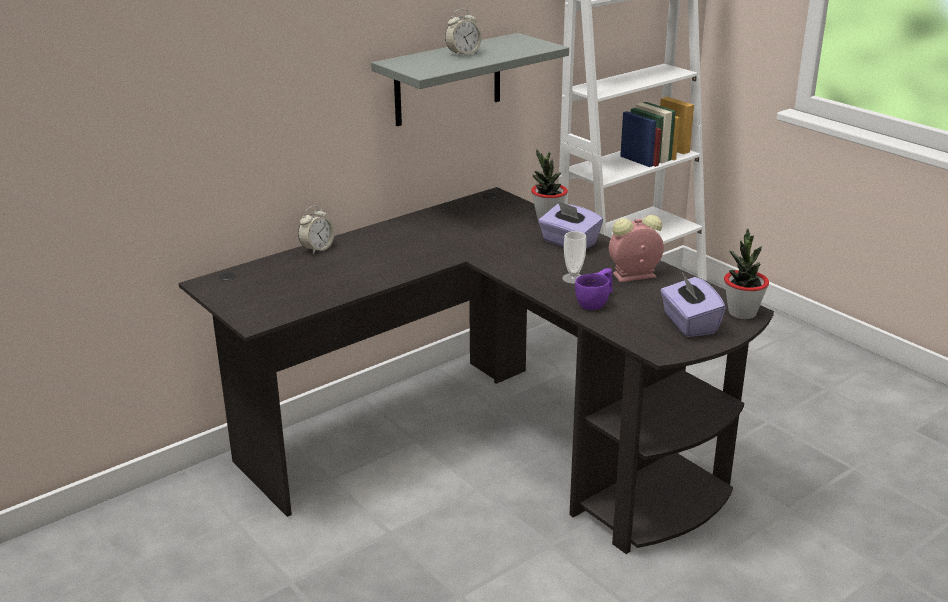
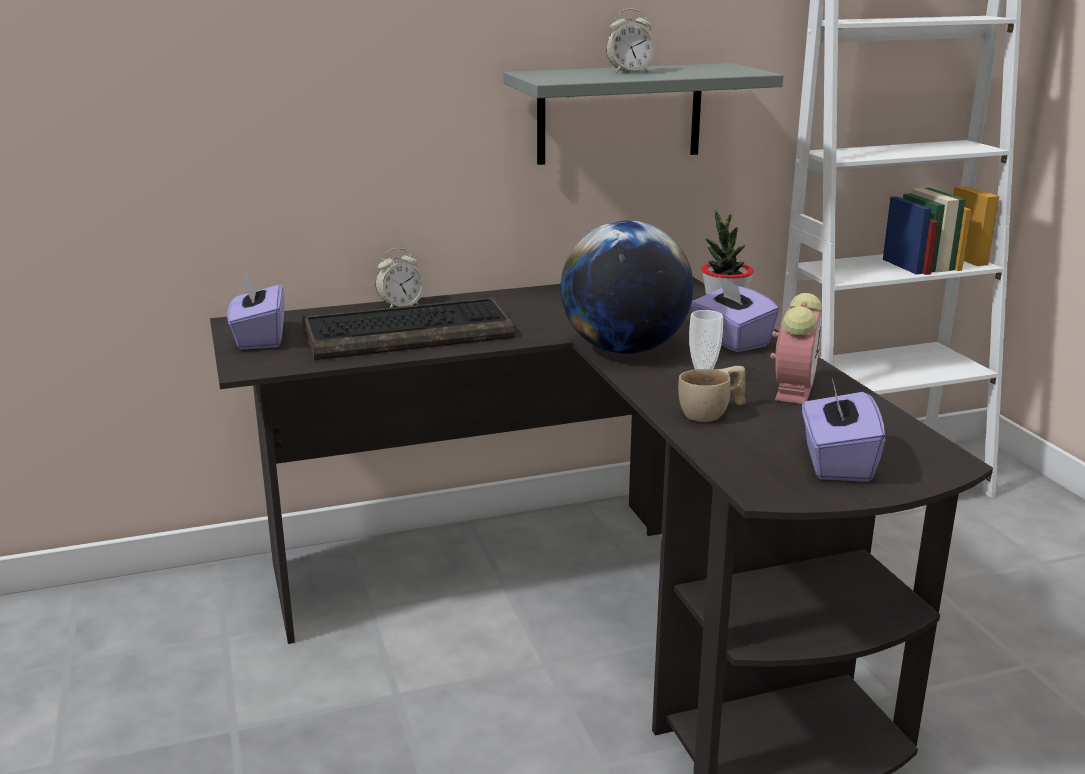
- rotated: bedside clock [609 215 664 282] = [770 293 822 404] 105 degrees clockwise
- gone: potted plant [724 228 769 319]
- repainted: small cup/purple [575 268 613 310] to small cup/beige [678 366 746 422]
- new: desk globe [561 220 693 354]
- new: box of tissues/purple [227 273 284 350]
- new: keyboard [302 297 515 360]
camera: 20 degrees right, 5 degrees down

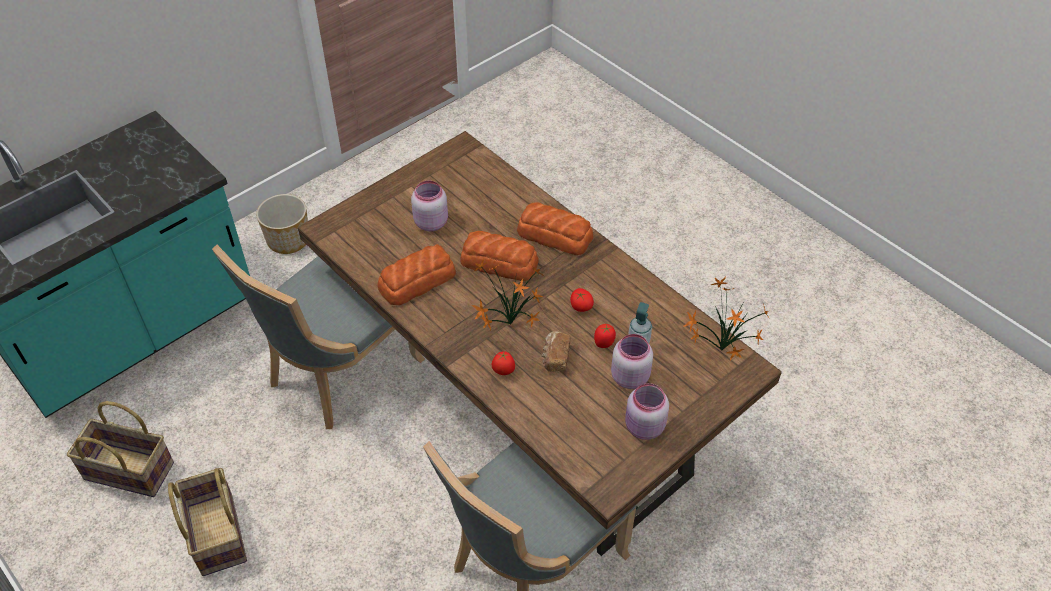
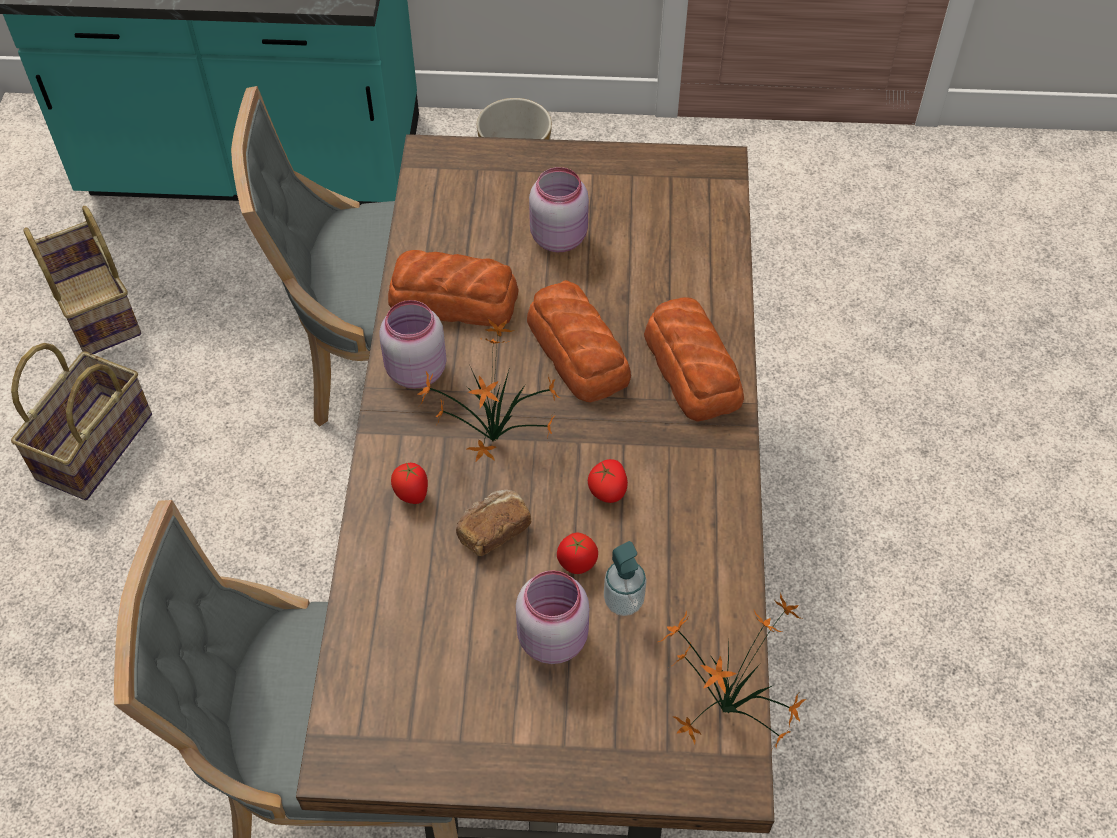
- shifted: jar/pinkish [625 383 669 440] to [379 300 446 389]
camera: 45 degrees right, 5 degrees up

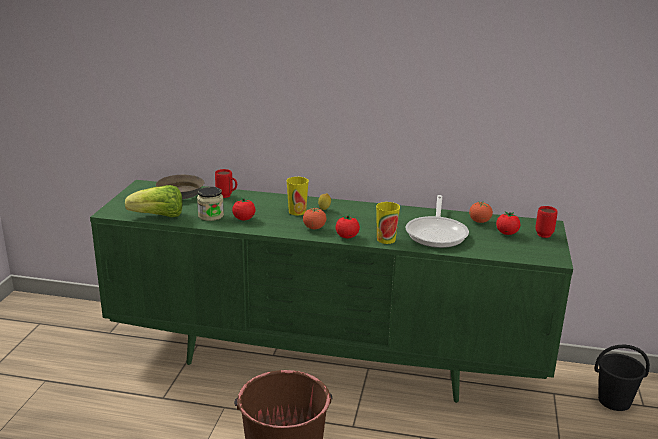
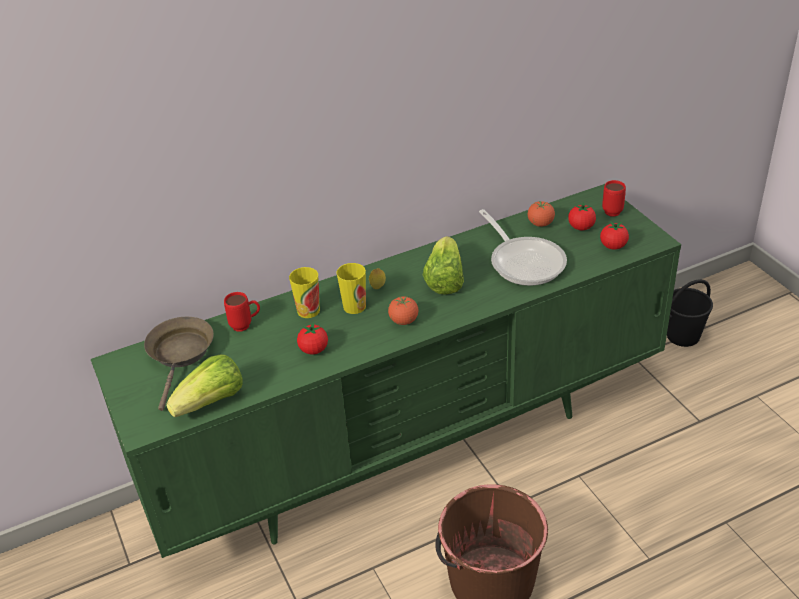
- gone: jar [197 187 224 221]
- shifted: small cup [376 202 400 244] to [289 267 320 318]
- shifted: fresh tomato [335 214 360 238] to [600 221 629 250]
- new: head of lettuce [423 236 464 295]
camera: 35 degrees left, 15 degrees up

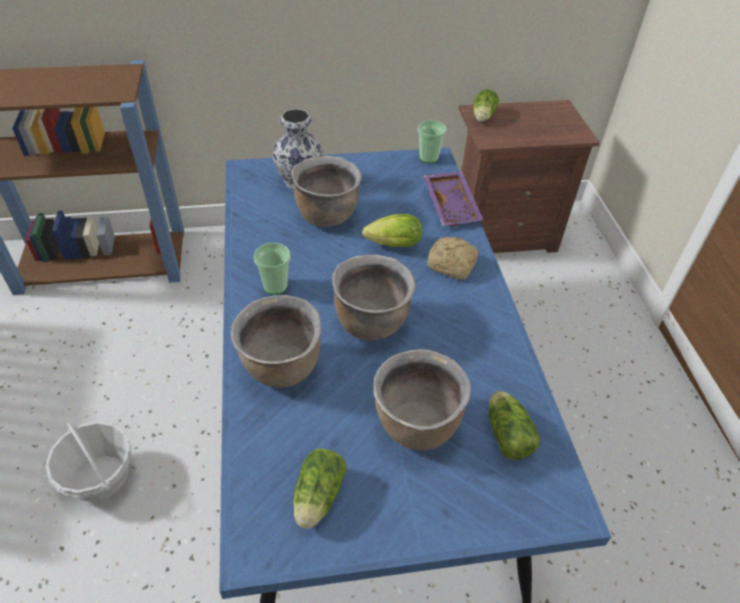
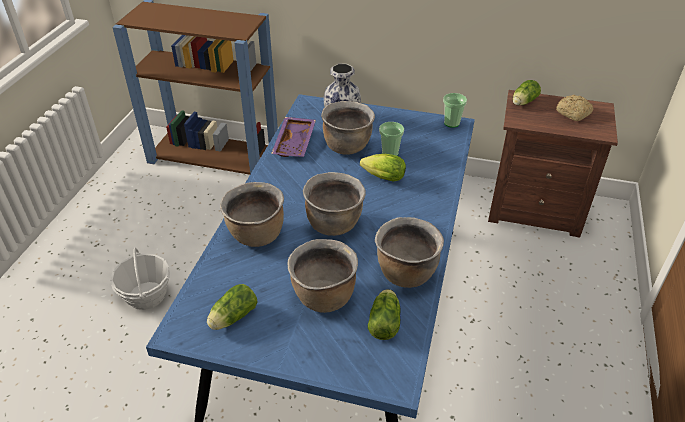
- shifted: tray/purple [424 171 483 226] to [271 117 316 157]
- shifted: bakery bread [427 236 479 280] to [556 95 594 121]
- shifted: small cup [254 243 291 295] to [379 122 404 156]
- new: saucepot/brown-coloured [375 217 444 288]
camera: 25 degrees right, 5 degrees down

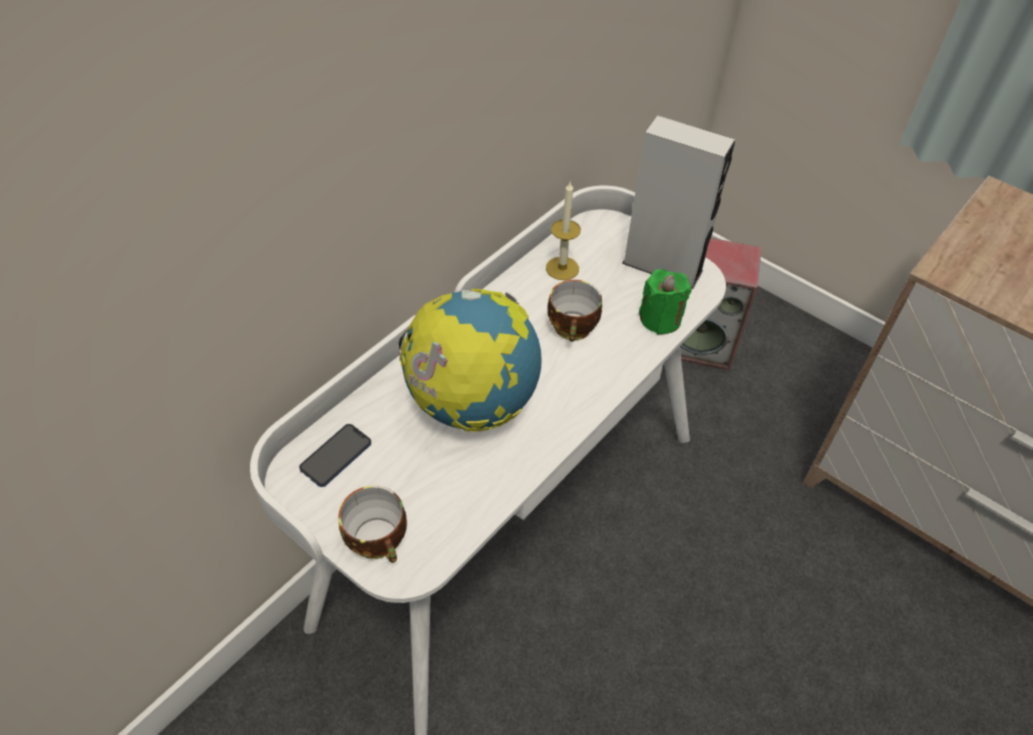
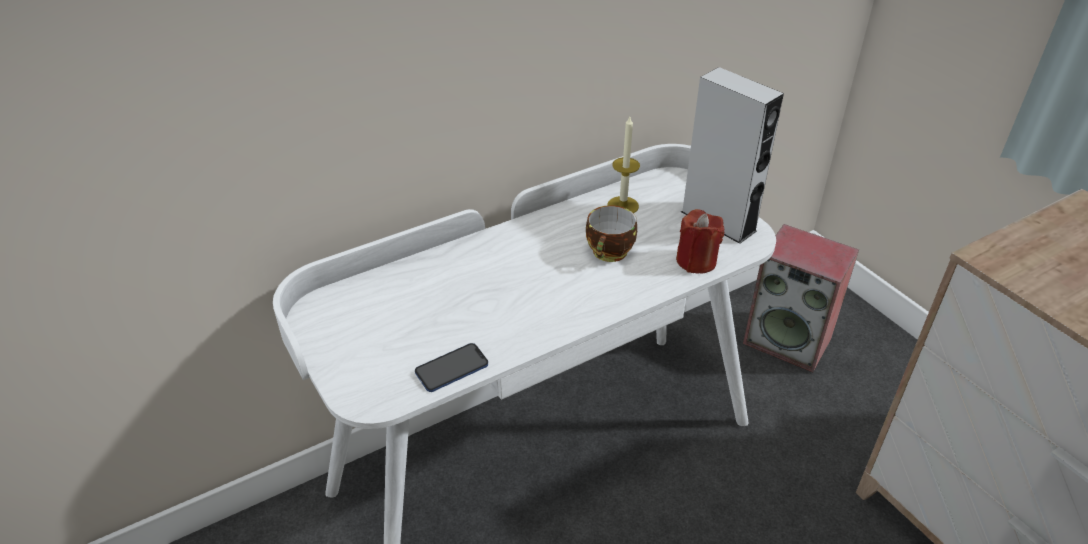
- repainted: wax candle/green-coloured [639 269 692 335] to wax candle/red [676 209 725 274]
- gone: desk globe [399 289 542 432]
- shifted: telephone [299 424 371 487] to [415 343 488 392]
- gone: small cup [338 486 407 563]
camera: 20 degrees right, 10 degrees down

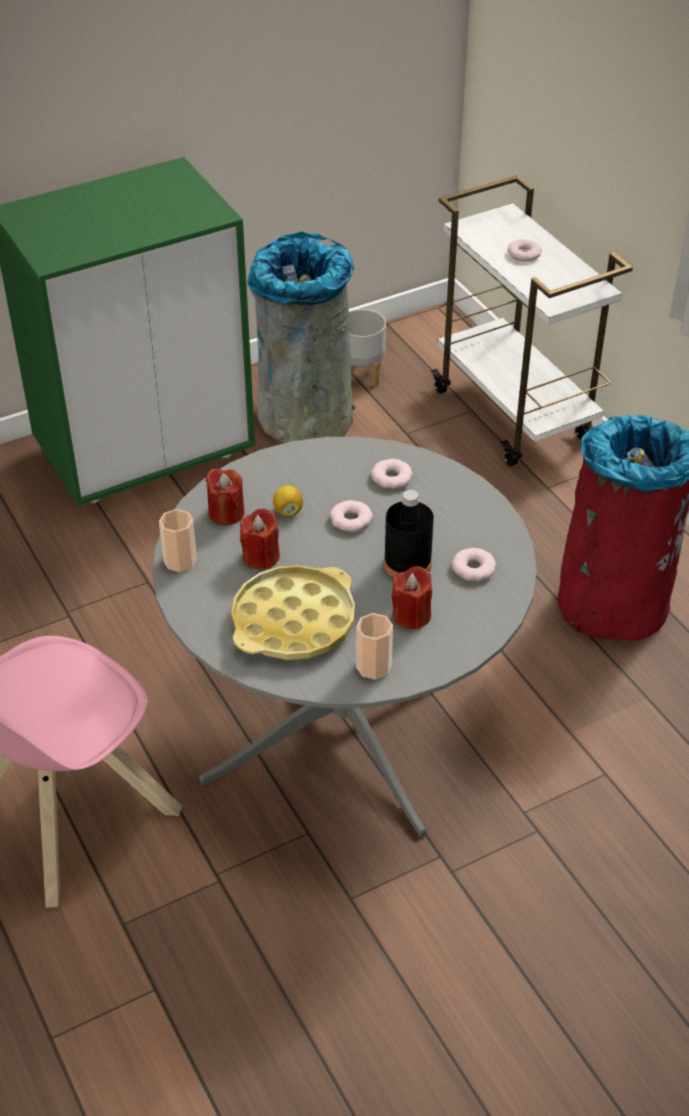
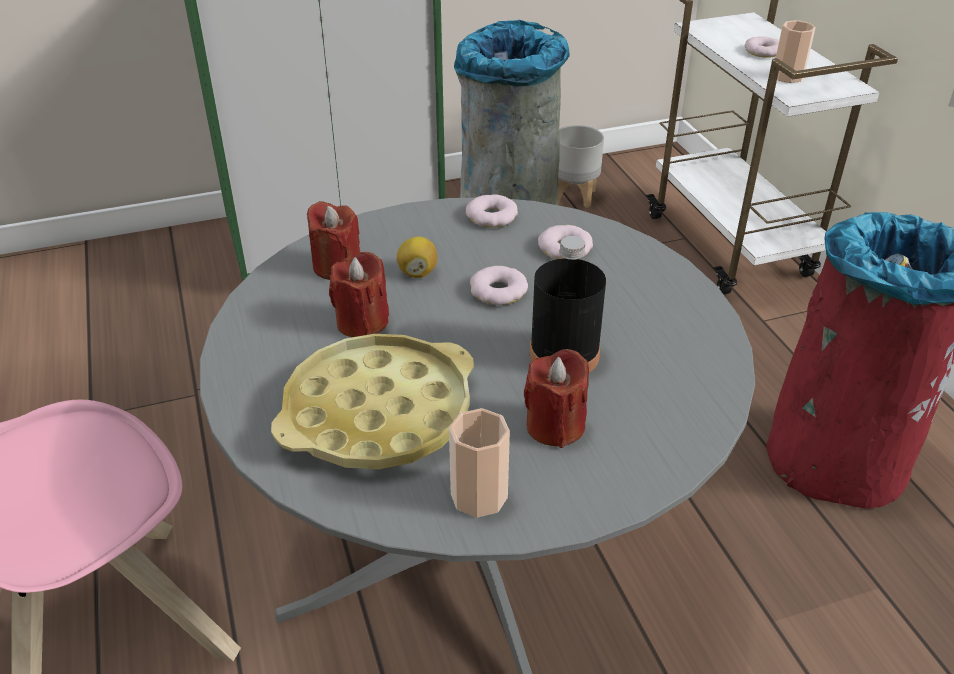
- shifted: small cup [159 509 197 572] to [776 20 816 83]
- shifted: ring doughnut [452 548 496 581] to [466 194 518 227]
camera: 10 degrees right, 5 degrees down

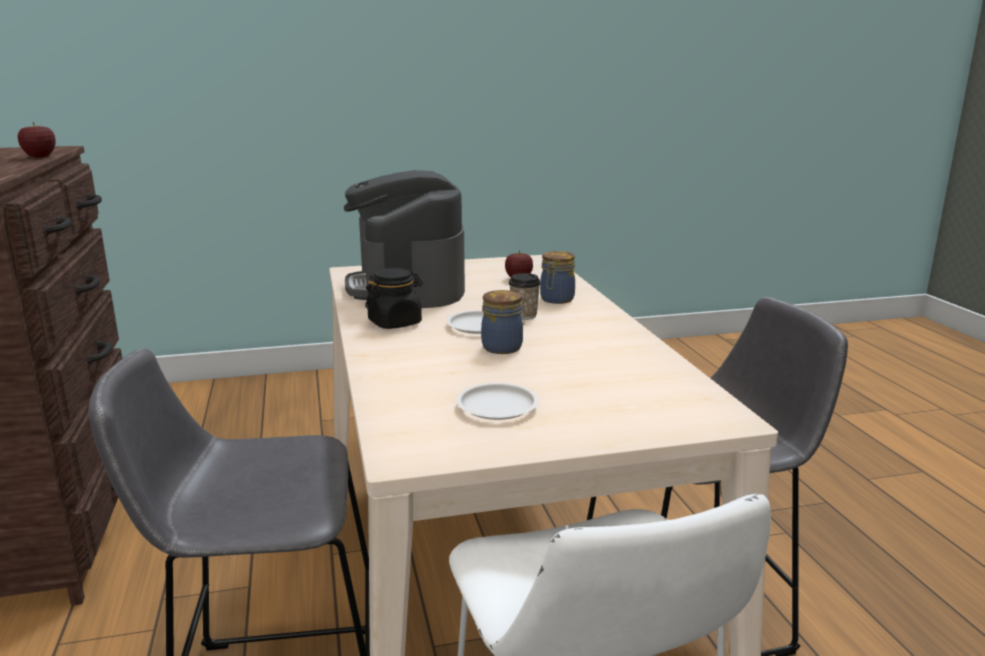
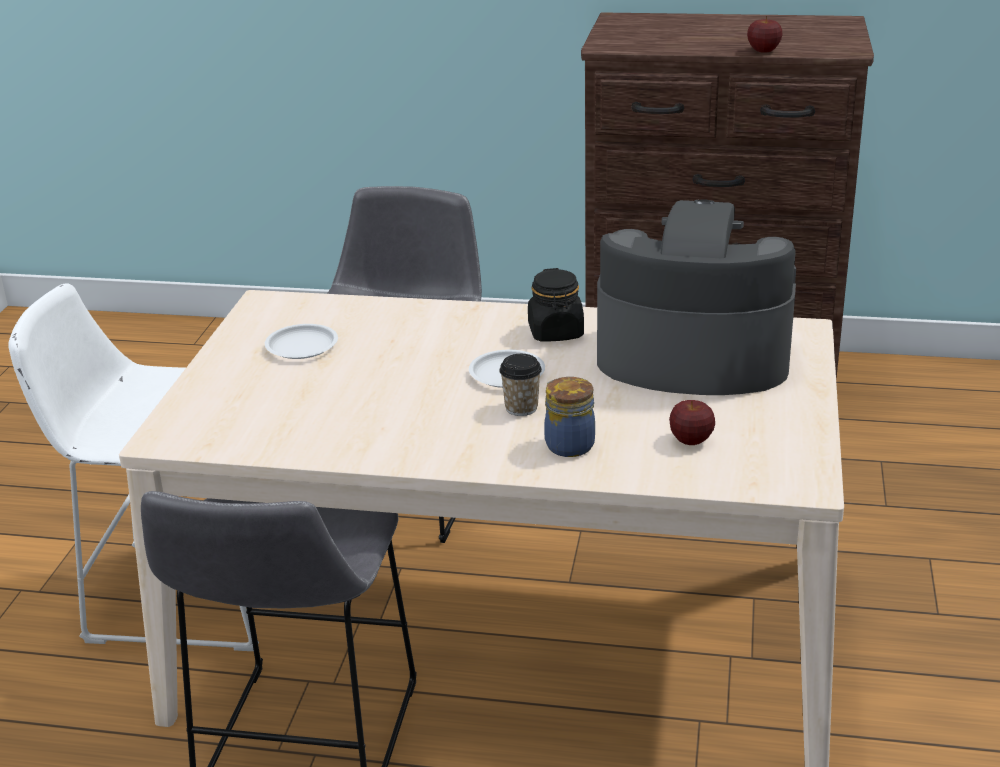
- gone: jar [481 290 525 354]
camera: 115 degrees right, 10 degrees up

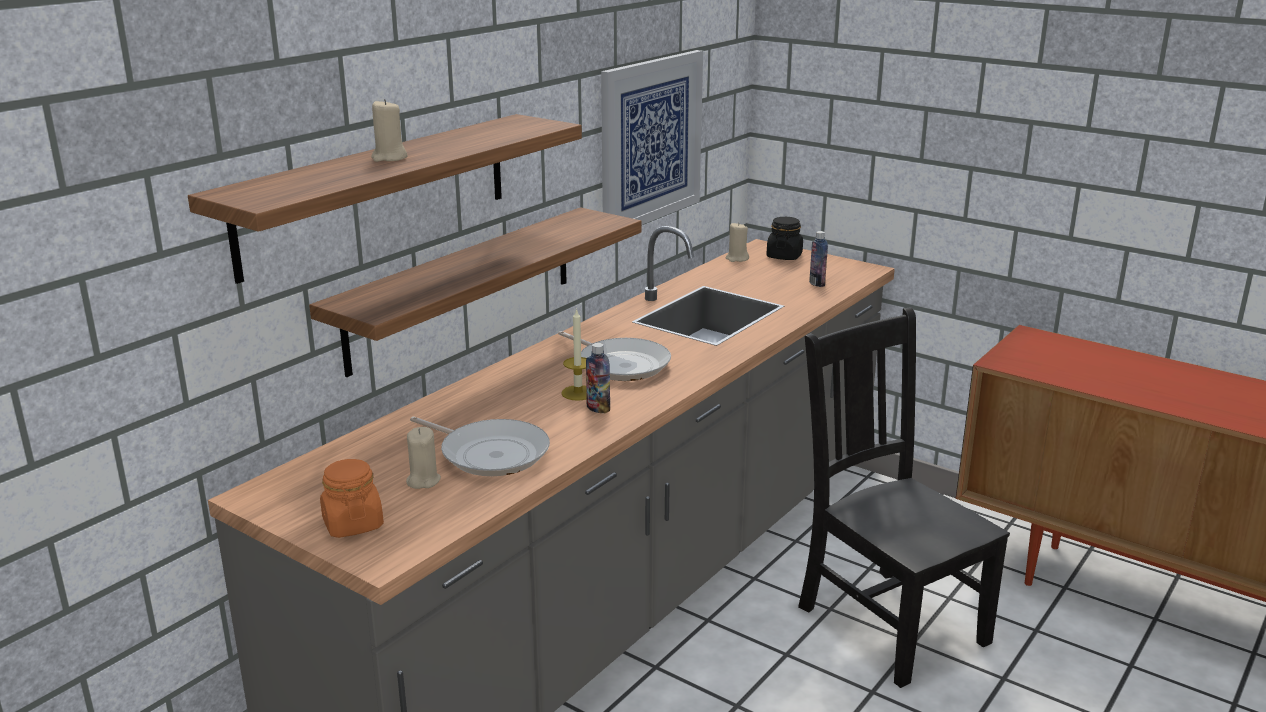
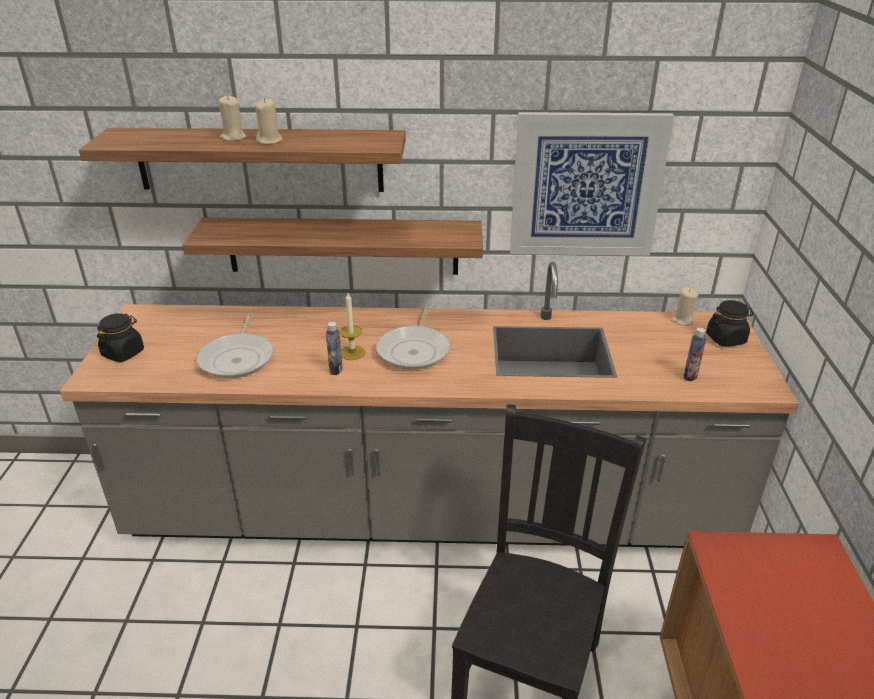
- shifted: wax candle/beige [406 427 441 489] to [255 98 283 144]
- repainted: jar/orange-coloured [320 459 384 538] to jar/blackish [97 313 144 362]
camera: 55 degrees right, 10 degrees up

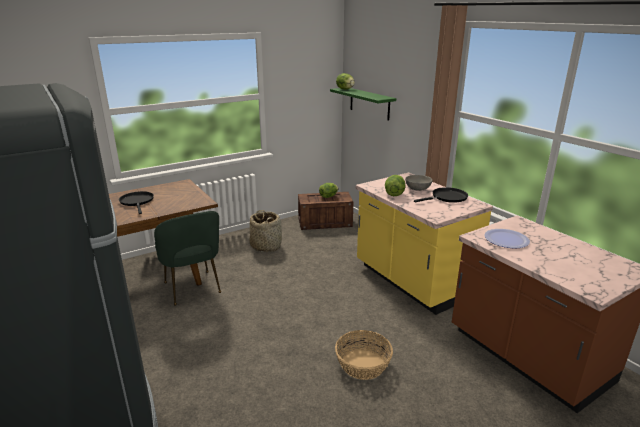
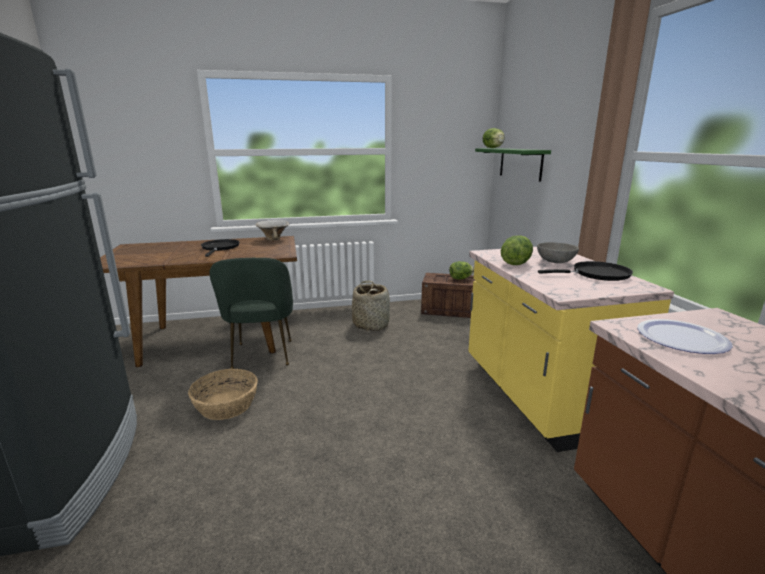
- shifted: basket [335 330 393 380] to [188 369 258 420]
- new: bowl [256 220 289 241]
camera: 20 degrees right, 5 degrees down

